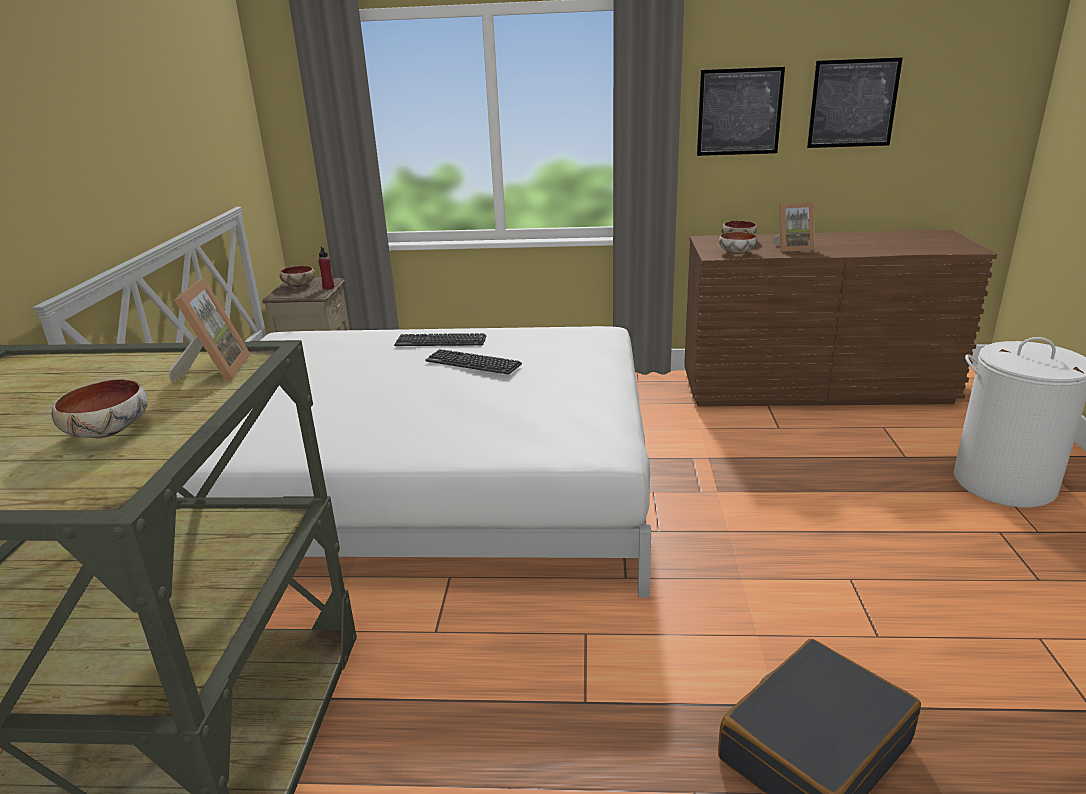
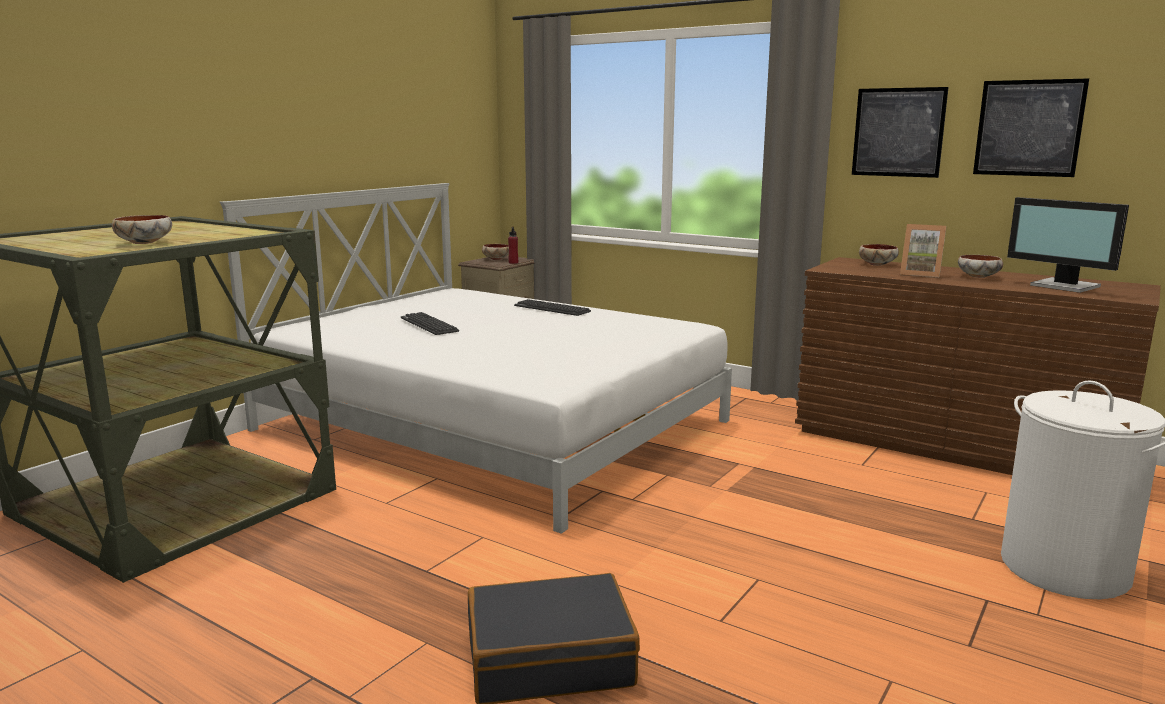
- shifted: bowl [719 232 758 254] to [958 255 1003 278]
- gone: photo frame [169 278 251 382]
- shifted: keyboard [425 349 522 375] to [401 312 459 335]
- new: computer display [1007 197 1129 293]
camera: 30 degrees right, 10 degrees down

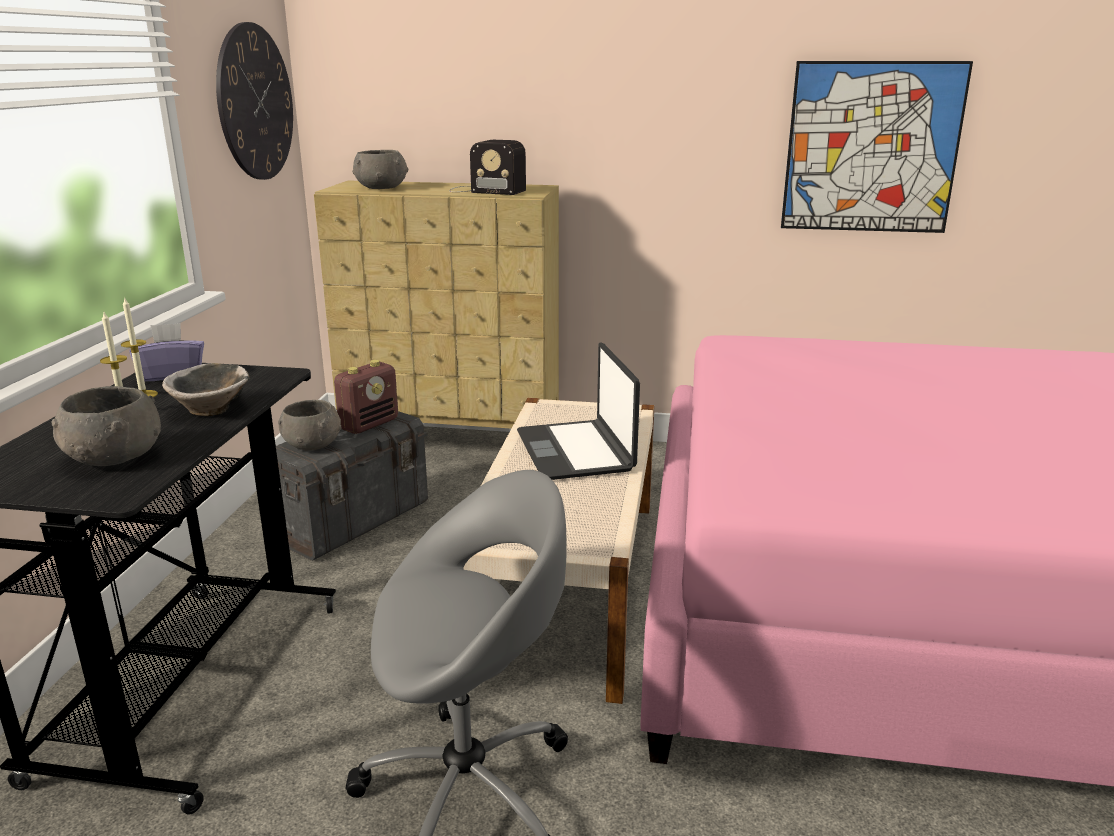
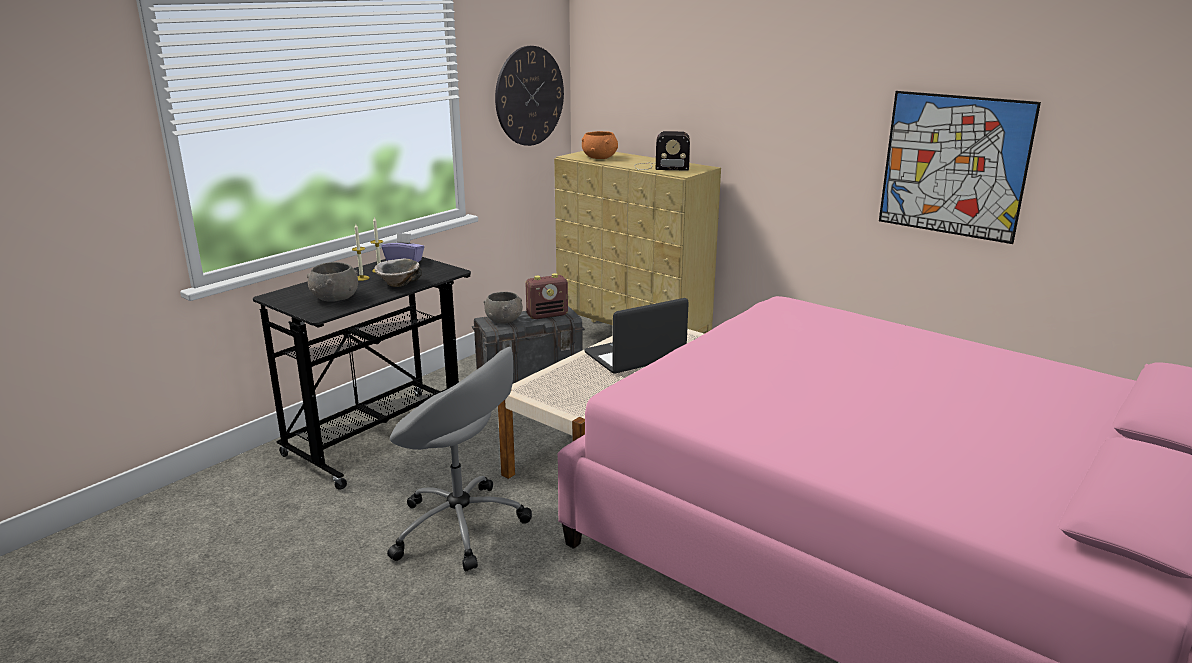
- rotated: radio [449 140 526 195] = [635 131 690 171] 45 degrees counterclockwise
- repainted: bowl/greyish [352 150 408 189] to bowl/orange-coloured [582 131 618 159]
- rotated: notebook computer [517 342 640 480] = [584 298 689 374] 45 degrees clockwise
camera: 30 degrees right, 0 degrees up

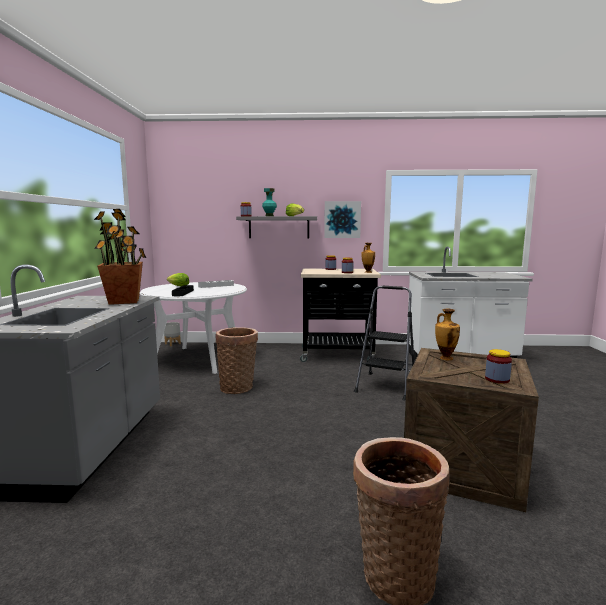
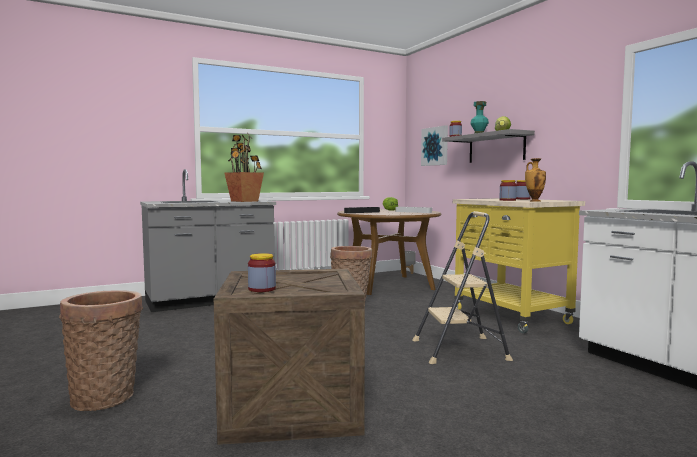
- shifted: wall picture [324 201 361 238] to [421 125 448 166]
- repainted: cart/blackish [300 269 381 362] to cart/yellow-coloured [453 198 585 333]
- repainted: dinner table/white [140 282 247 374] to dinner table/brown-coloured [337 209 442 295]
- repainted: stepladder/blackish [354 286 414 401] to stepladder/beige [412 211 513 364]
- gone: flower vase [435 308 460 360]
camera: 60 degrees right, 5 degrees down

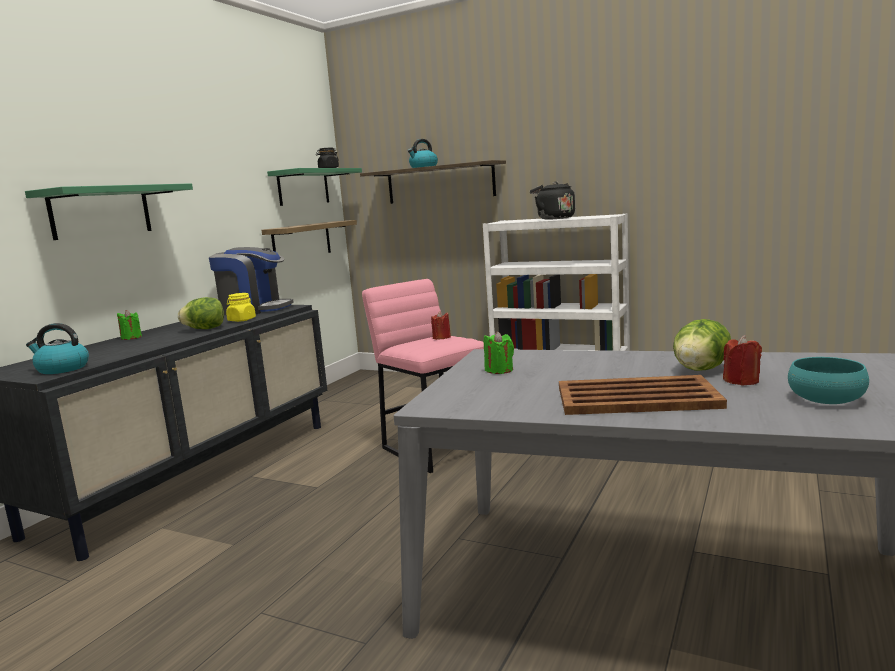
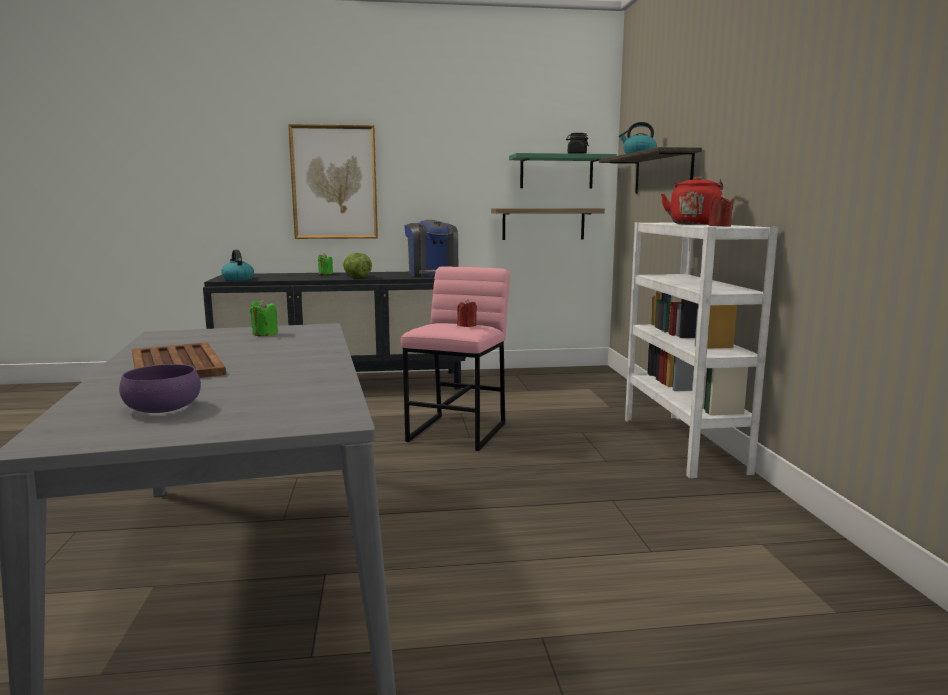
- repainted: kettle/blackish [530 182 575 220] to kettle/red [661 176 723 225]
- swapped: wall shelf/green-coloured [25 183 193 240] to wall picture [288 124 378 239]
- gone: jar/yellow-coloured [226 293 256 322]
- gone: head of lettuce [673 319 731 371]
- shifted: wax candle/red [723 335 762 385] to [708 194 734 227]
- repainted: bowl/turquoise-coloured [788 357 869 404] to bowl/purple [119 364 201 413]
camera: 55 degrees right, 0 degrees up

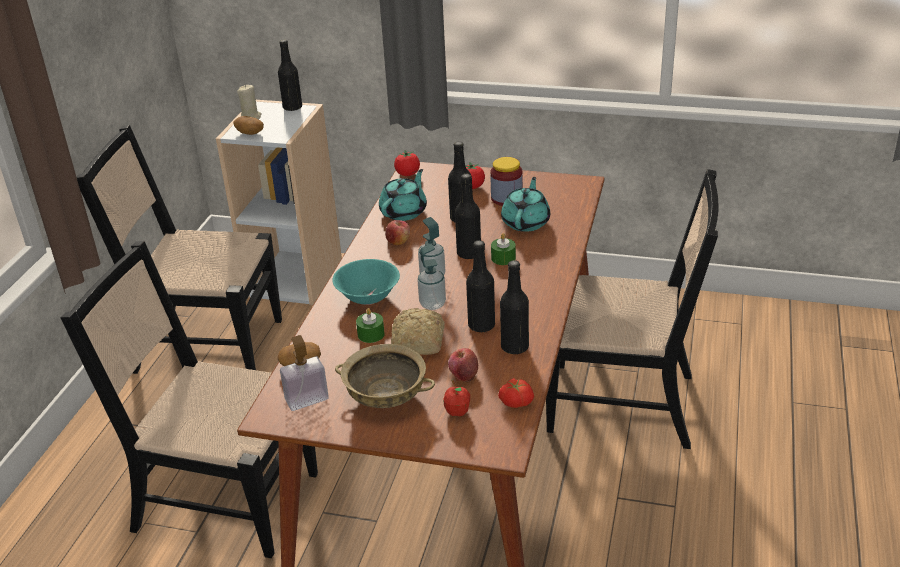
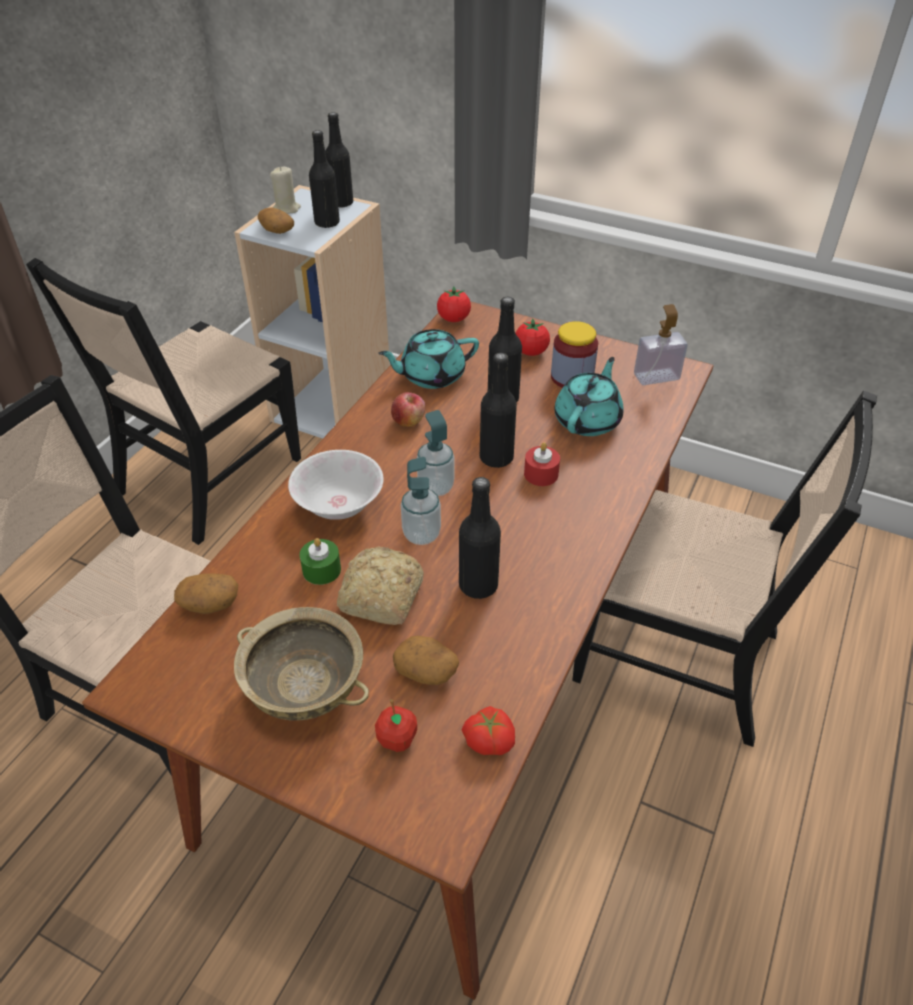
- rotated: plain chair [77 125 282 374] = [26 258 301 545] 75 degrees counterclockwise
- rotated: pot for tea/turquoise-coloured [379 169 427 221] = [378 329 479 389] 150 degrees counterclockwise
- repainted: wax candle/green-coloured [491 233 516 265] to wax candle/red [524 443 560 486]
- repainted: bowl/turquoise-coloured [332 259 400 305] to bowl/white [288 450 384 520]
- shifted: beverage bottle/blackish [500 260 529 354] to [309 130 340 228]
- shifted: soap dispenser [280 335 329 411] to [634 304 687 385]
- swapped: whole apple [448 348 478 382] to whole potato [393 636 459 685]
camera: 10 degrees right, 10 degrees up

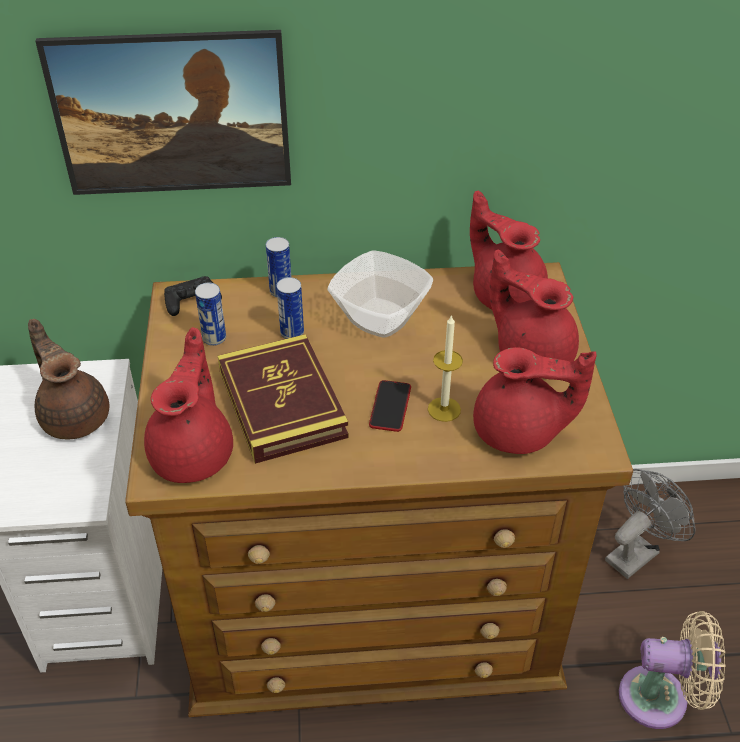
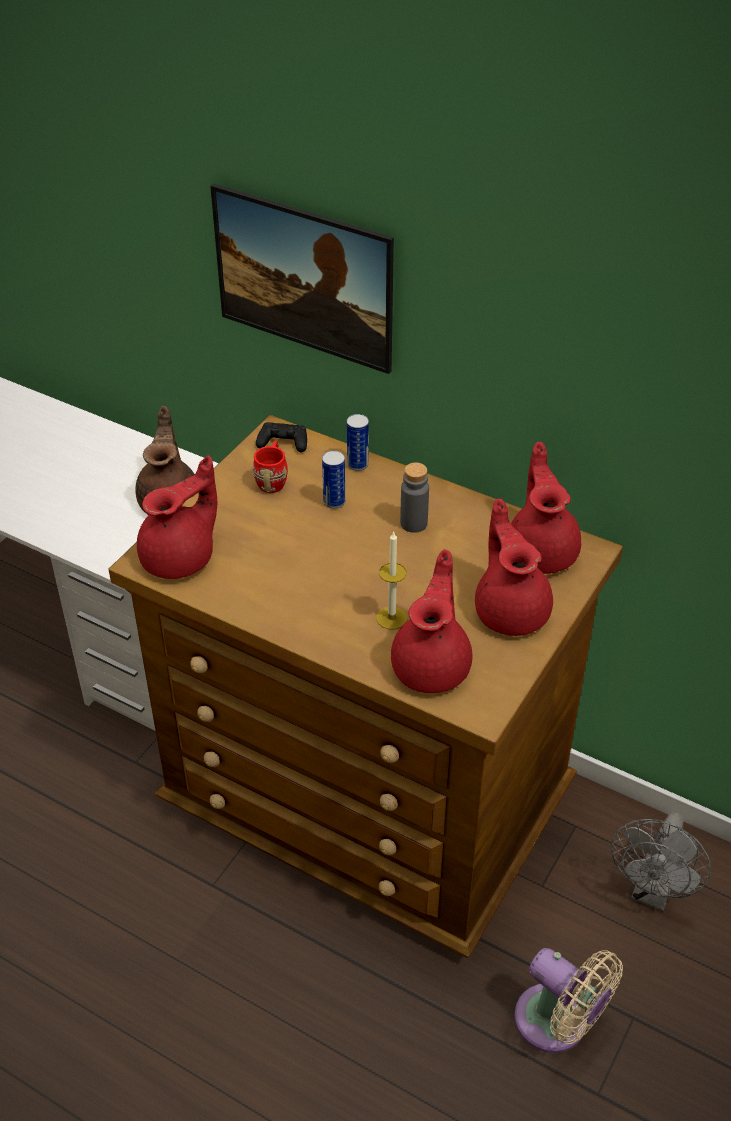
- swapped: bowl [328 250 433 338] to beverage bottle/greyish [400 462 429 533]
- swapped: sealed can [195 283 226 346] to mug/red [253 441 288 493]
- gone: book [218 334 349 464]
- rotated: pot for tea/red [473 347 596 454] = [391 549 472 693] 120 degrees counterclockwise
- gone: telephone [369 380 411 432]
- rotated: fan/greyish [605 469 696 579] = [611 812 711 911] 120 degrees clockwise
camera: 35 degrees right, 0 degrees up

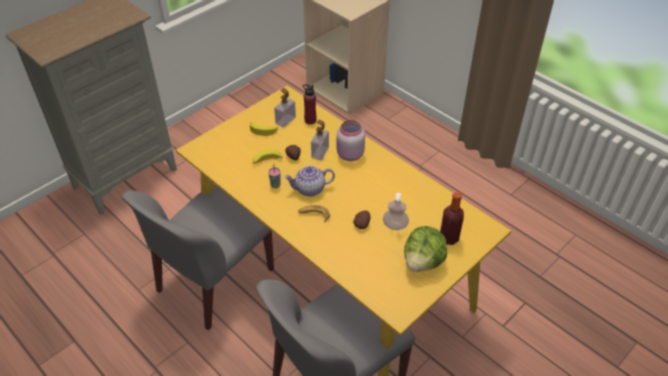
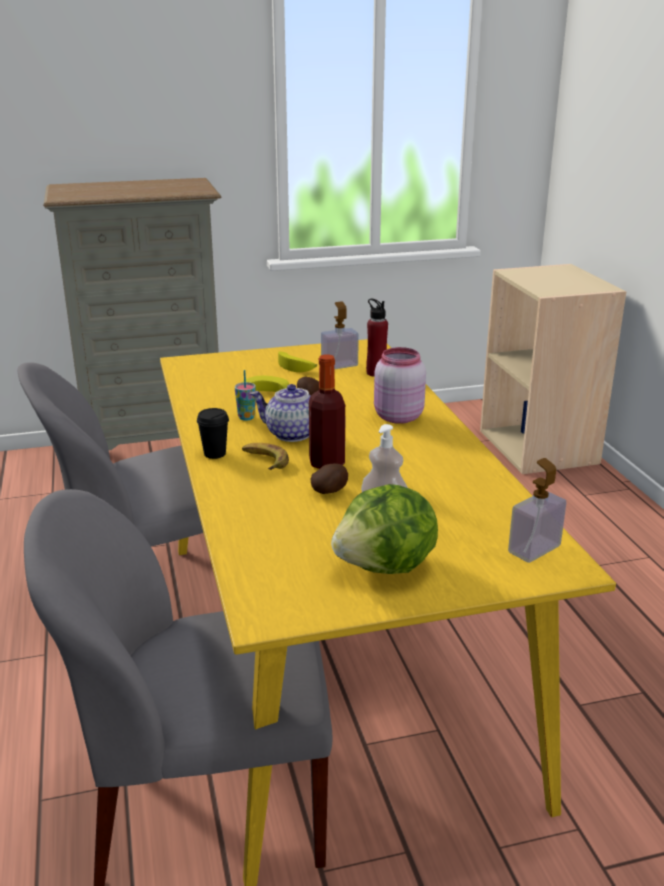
- shifted: soap dispenser [311 120 329 160] to [508 458 566 563]
- shifted: beverage bottle [440 192 464 245] to [309 354 345 469]
- new: small cup/blackish [197 408 229 459]
camera: 30 degrees right, 20 degrees down

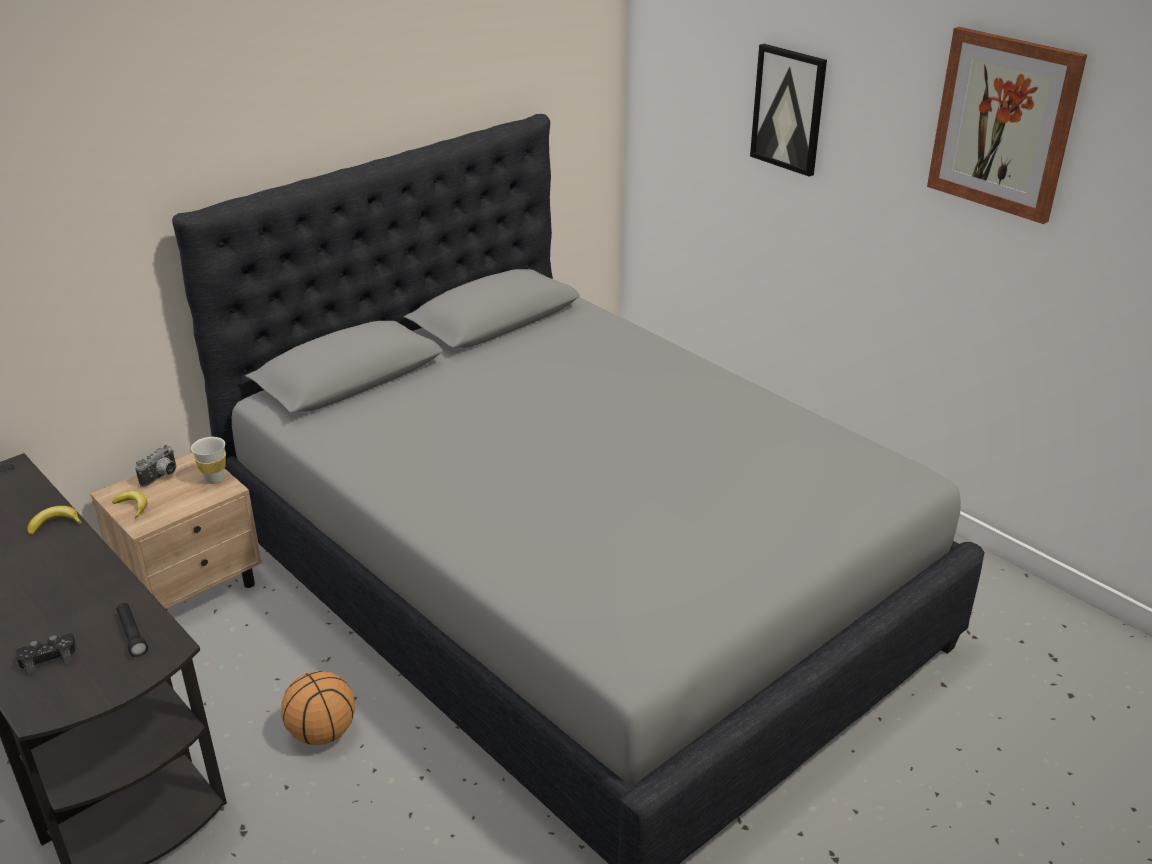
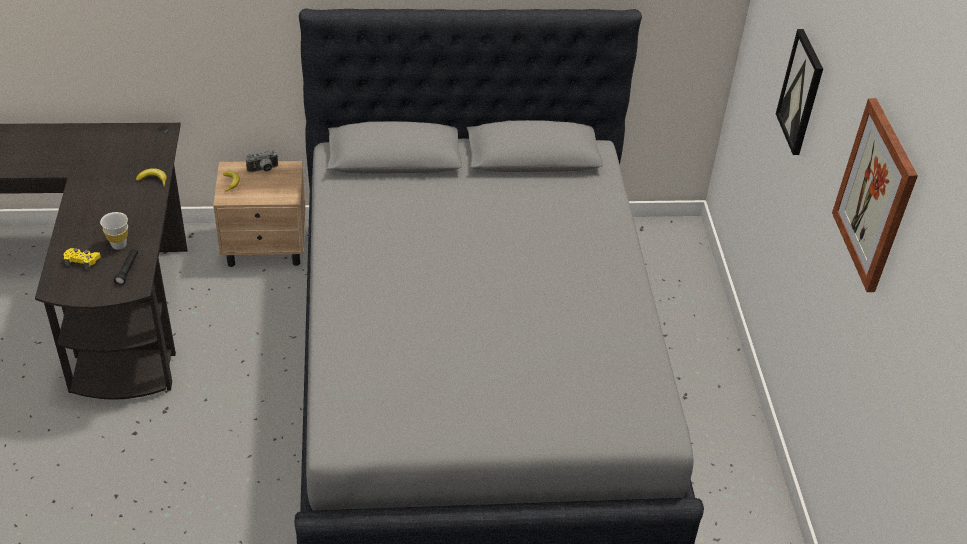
- shifted: small cup/white [191 437 226 484] to [100 212 128 250]
- repainted: gamepad/blackish [16 633 76 676] to gamepad/yellow-coloured [64 248 101 270]
- gone: basketball ball [281 671 355 745]
camera: 35 degrees right, 10 degrees up

